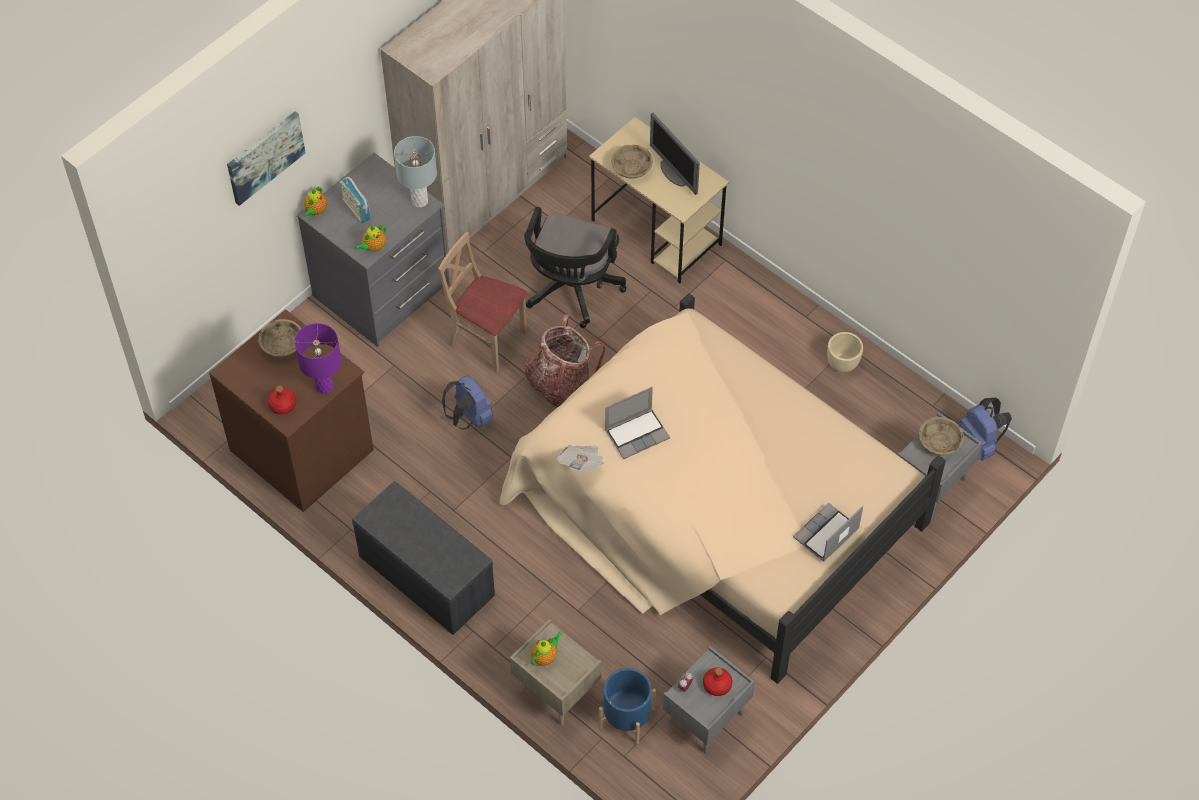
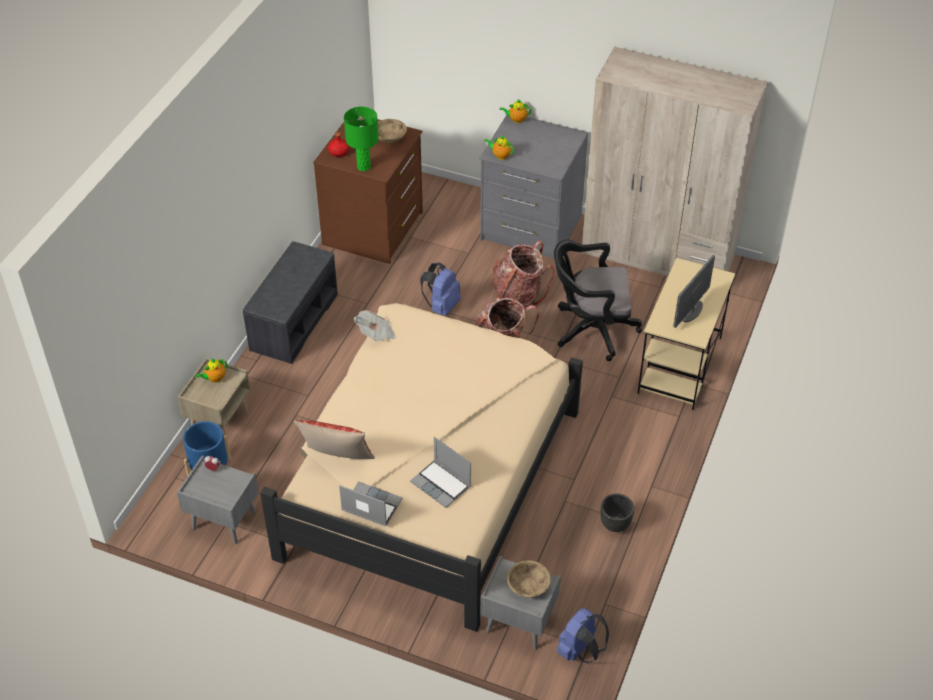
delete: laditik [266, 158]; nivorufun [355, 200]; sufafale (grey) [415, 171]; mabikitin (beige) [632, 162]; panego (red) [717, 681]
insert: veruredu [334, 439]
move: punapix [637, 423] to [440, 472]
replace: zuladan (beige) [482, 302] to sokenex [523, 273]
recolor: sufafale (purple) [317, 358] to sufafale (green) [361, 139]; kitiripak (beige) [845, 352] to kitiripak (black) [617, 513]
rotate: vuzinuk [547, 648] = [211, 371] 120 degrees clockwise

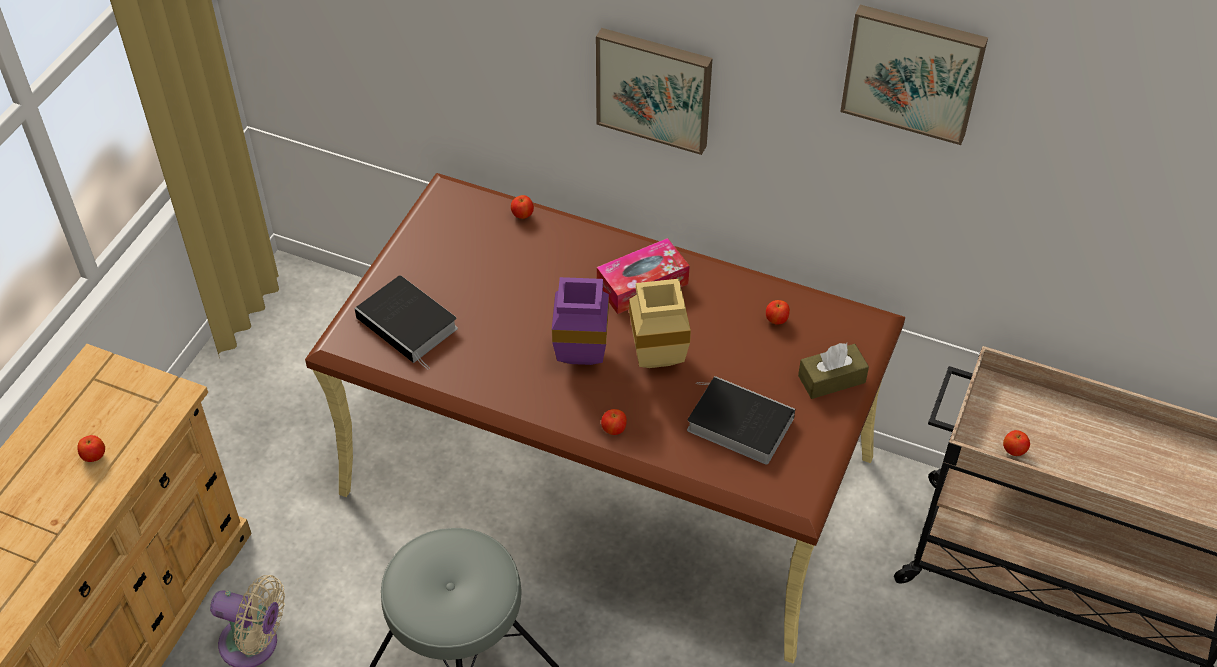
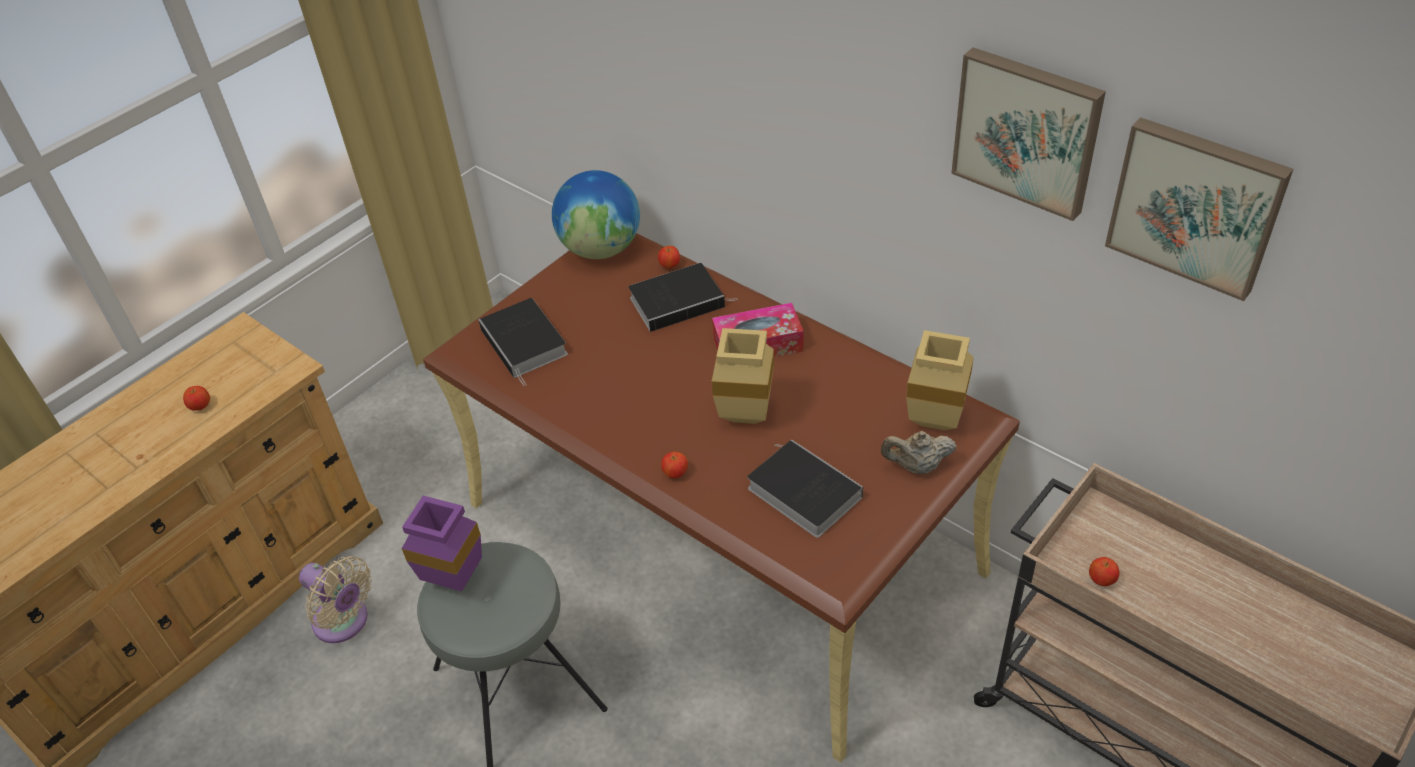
delete: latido [778, 312]
insert: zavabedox [596, 214]; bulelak [682, 297]; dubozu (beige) [940, 380]
move: dubozu (purple) [580, 321] to [442, 544]; laditik [654, 91] to [1199, 209]
replace: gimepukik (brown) [833, 371] to vuzinuk (beige) [918, 452]

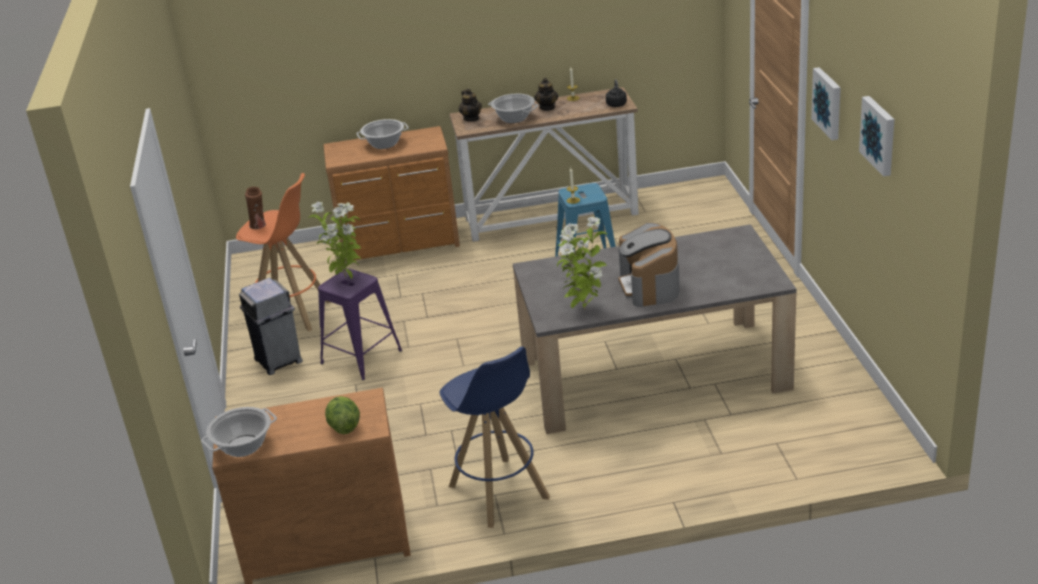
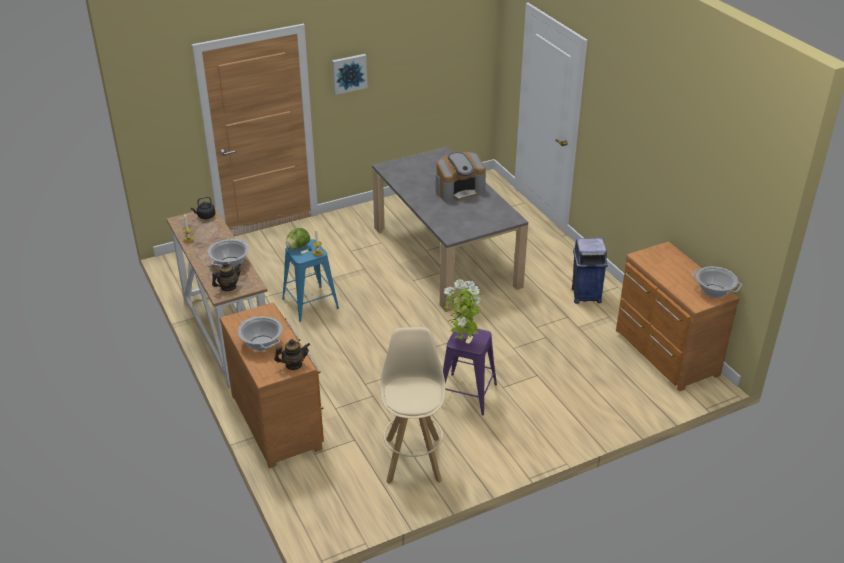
delete: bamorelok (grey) [271, 326]; dubozu (brown) [255, 208]; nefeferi [582, 263]; laditik [876, 136]
move: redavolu [342, 415] to [298, 238]; vuzinuk [546, 94] to [292, 354]
replace: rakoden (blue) [495, 437] to bamorelok (blue) [590, 271]
recolor: rakoden (orange) [283, 252] to rakoden (beige) [412, 405]

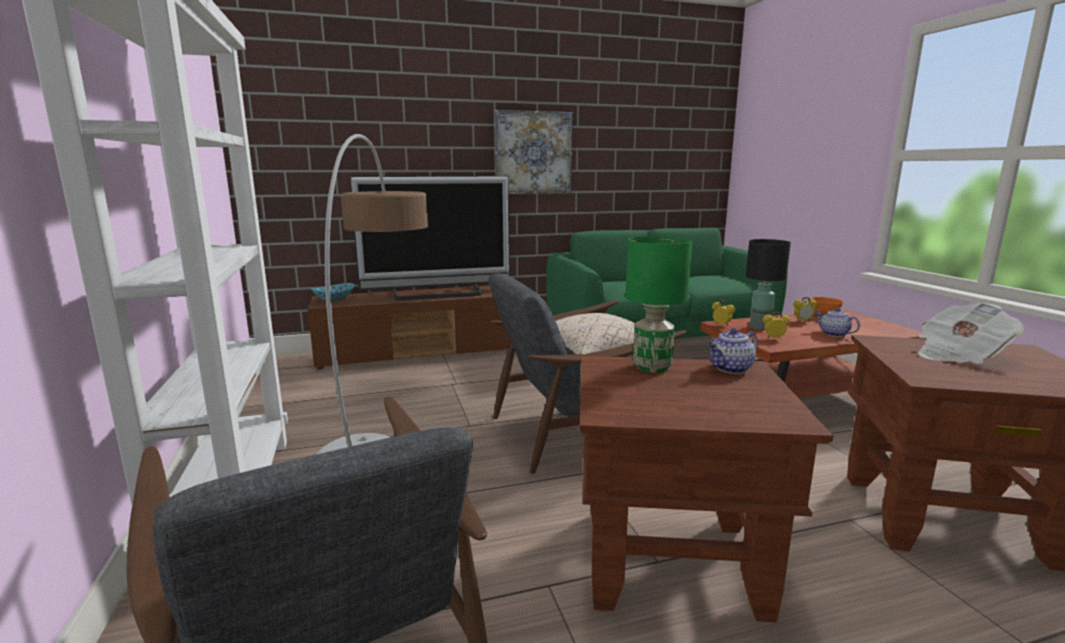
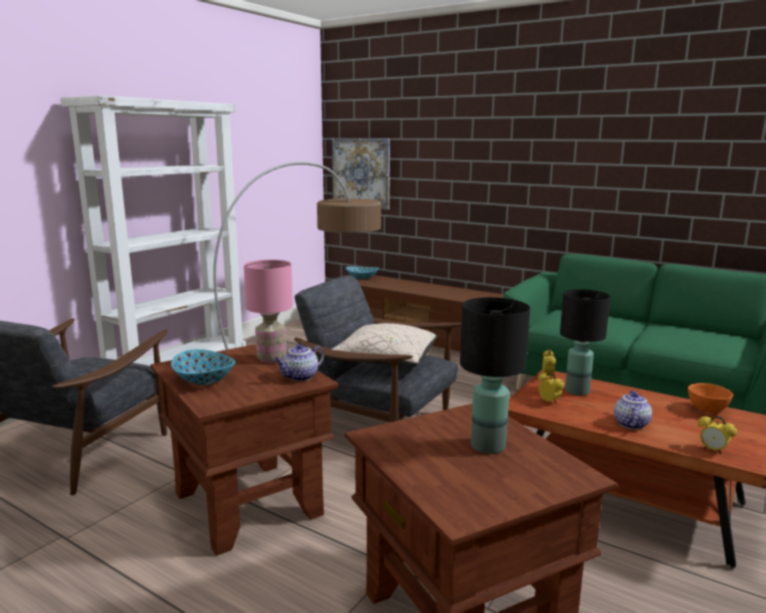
delete: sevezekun [430, 238]
insert: mabikitin [203, 367]
move: laditik [533, 152] to [361, 174]; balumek [805, 309] to [717, 435]
replace: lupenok [971, 333] to sufafale (black) [495, 375]
recolor: sufafale (green) [658, 304] to sufafale (pink) [268, 311]
rotate: vuzinuk [733, 351] = [299, 362] 60 degrees counterclockwise

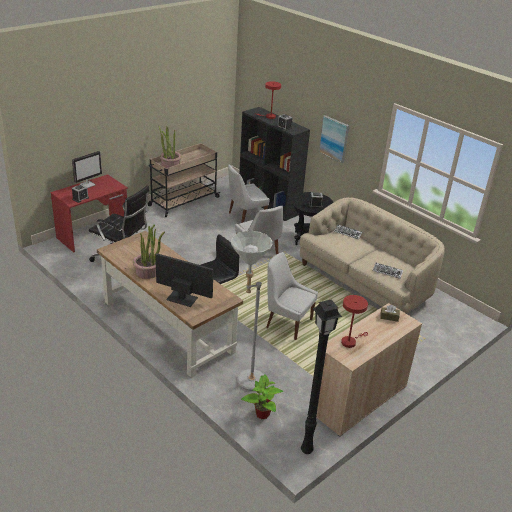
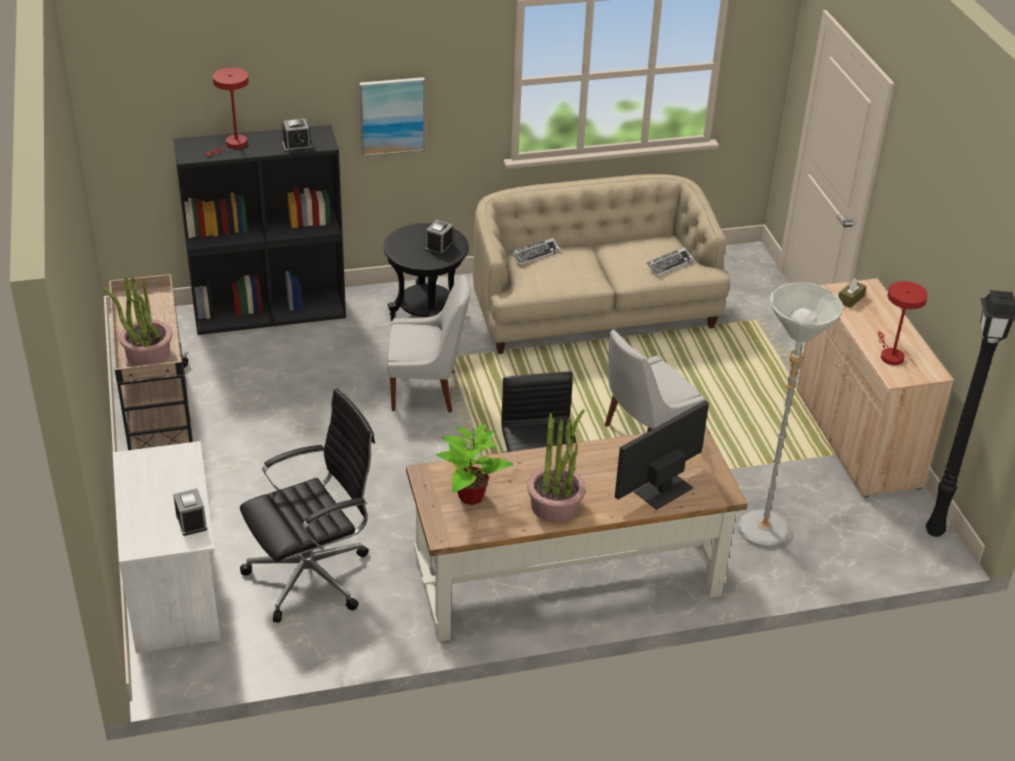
delete: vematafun [87, 169]; zuladan (white) [248, 193]
move: nefeferi [262, 396] to [475, 464]
recolor: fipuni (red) [89, 213] to fipuni (white) [166, 547]

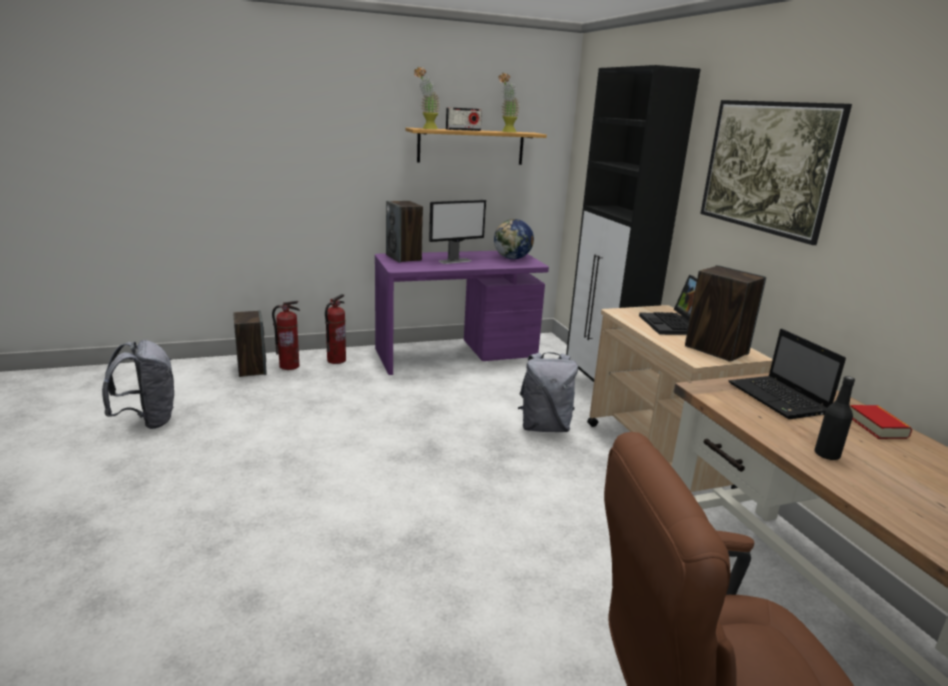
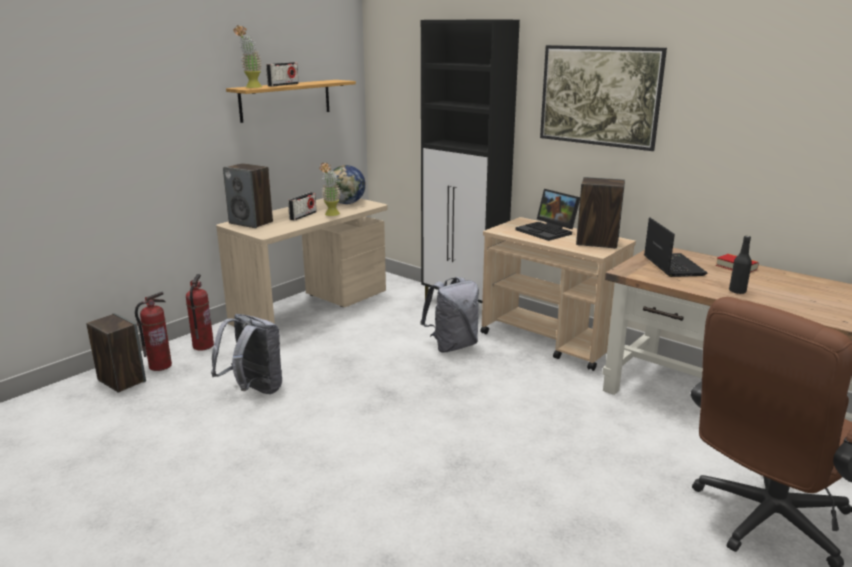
move: sokenex (grey) [138, 384] to [246, 354]; nefeferi [509, 102] to [330, 189]
replace: vematafun [457, 232] to nivorufun [302, 206]
recolor: fipuni (purple) [462, 313] to fipuni (beige) [302, 262]
rotate: punapix [787, 374] = [676, 247] 135 degrees counterclockwise

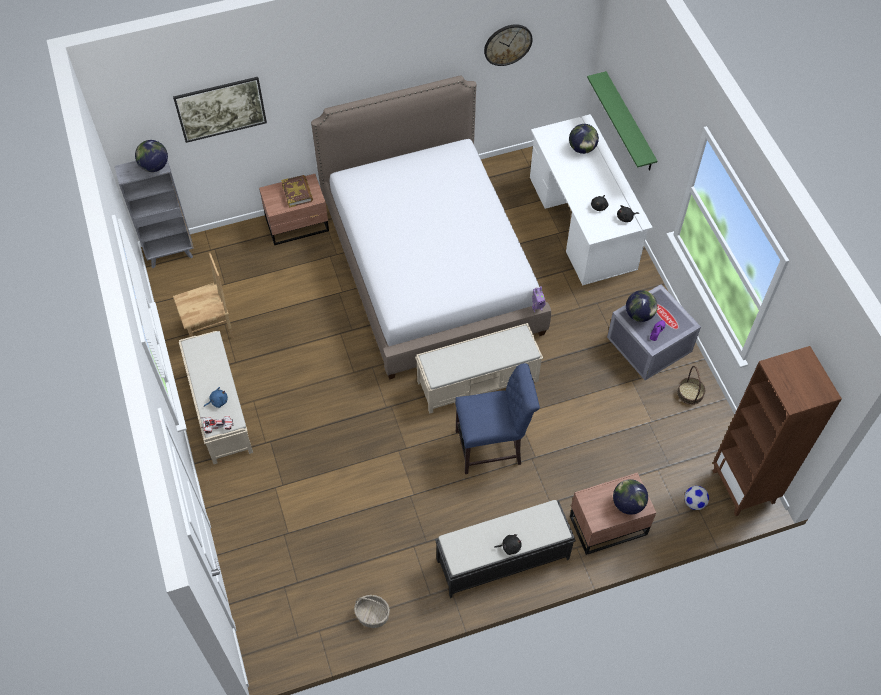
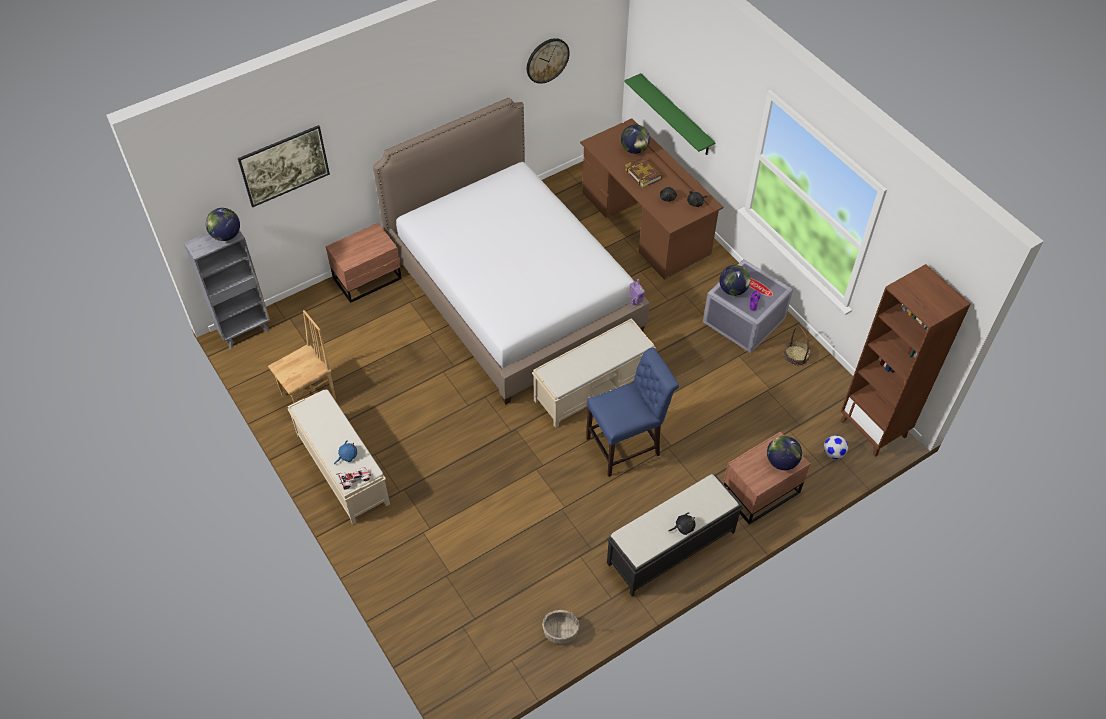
move: bulelak [297, 191] to [644, 172]
recolor: fipuni (white) [591, 199] to fipuni (brown) [651, 199]

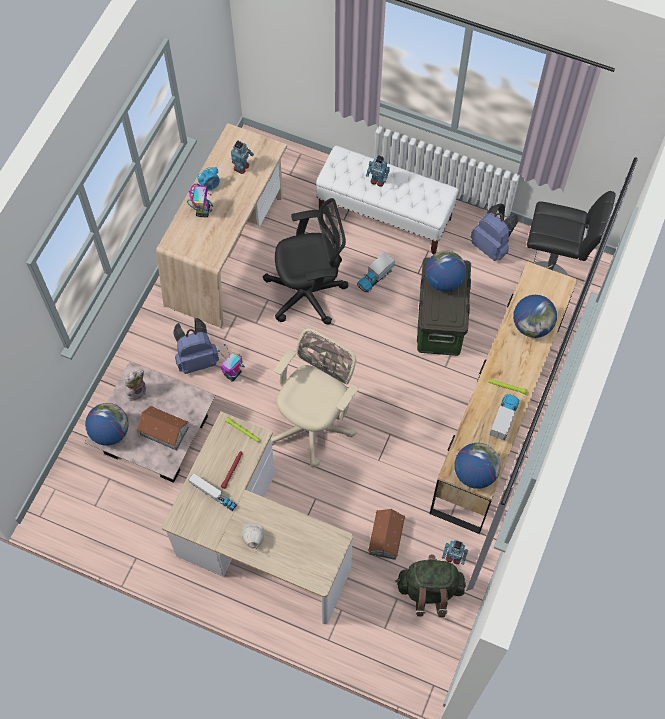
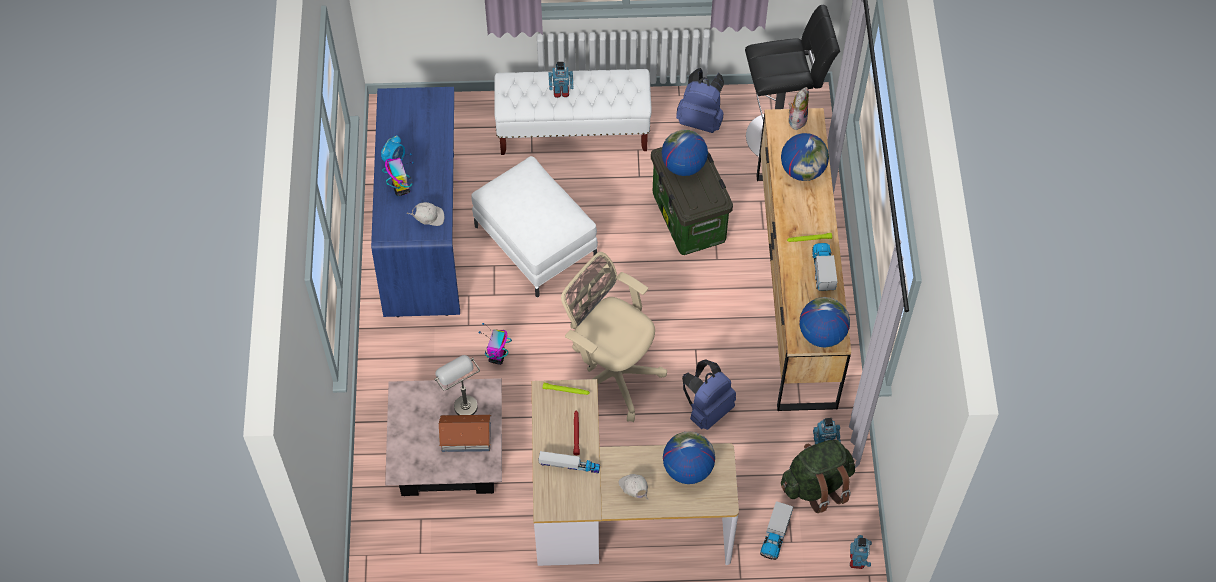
delete: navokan [386, 534]
insert: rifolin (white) [425, 214]; sufafale (grey) [457, 385]
move: zavabedox [107, 424] to [689, 457]; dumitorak [135, 385] to [798, 108]; sokenex (blue) [196, 346] to [709, 394]; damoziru [242, 157] to [861, 552]; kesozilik [376, 272] to [776, 530]
replace: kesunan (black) [306, 261] to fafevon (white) [534, 226]
recolor: fipuni (beige) [221, 225] to fipuni (blue) [415, 202]
rotate: kesunan (beige) [315, 398] = [614, 337] 60 degrees counterclockwise

